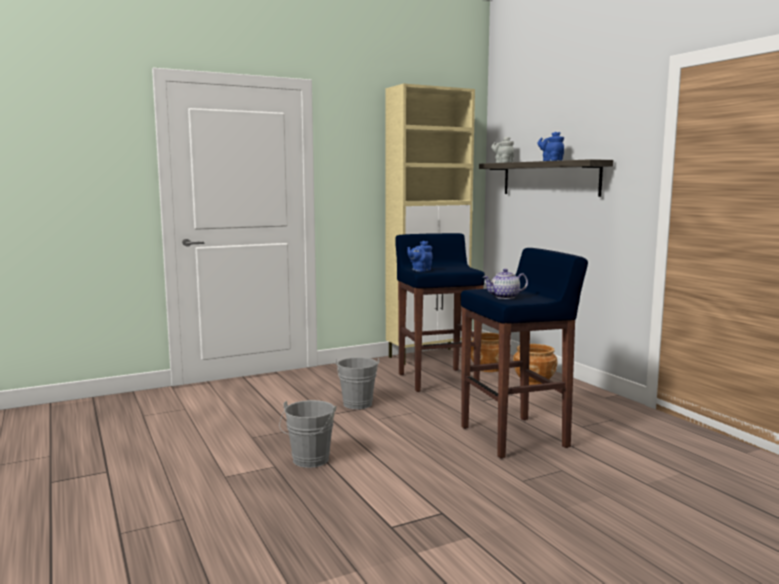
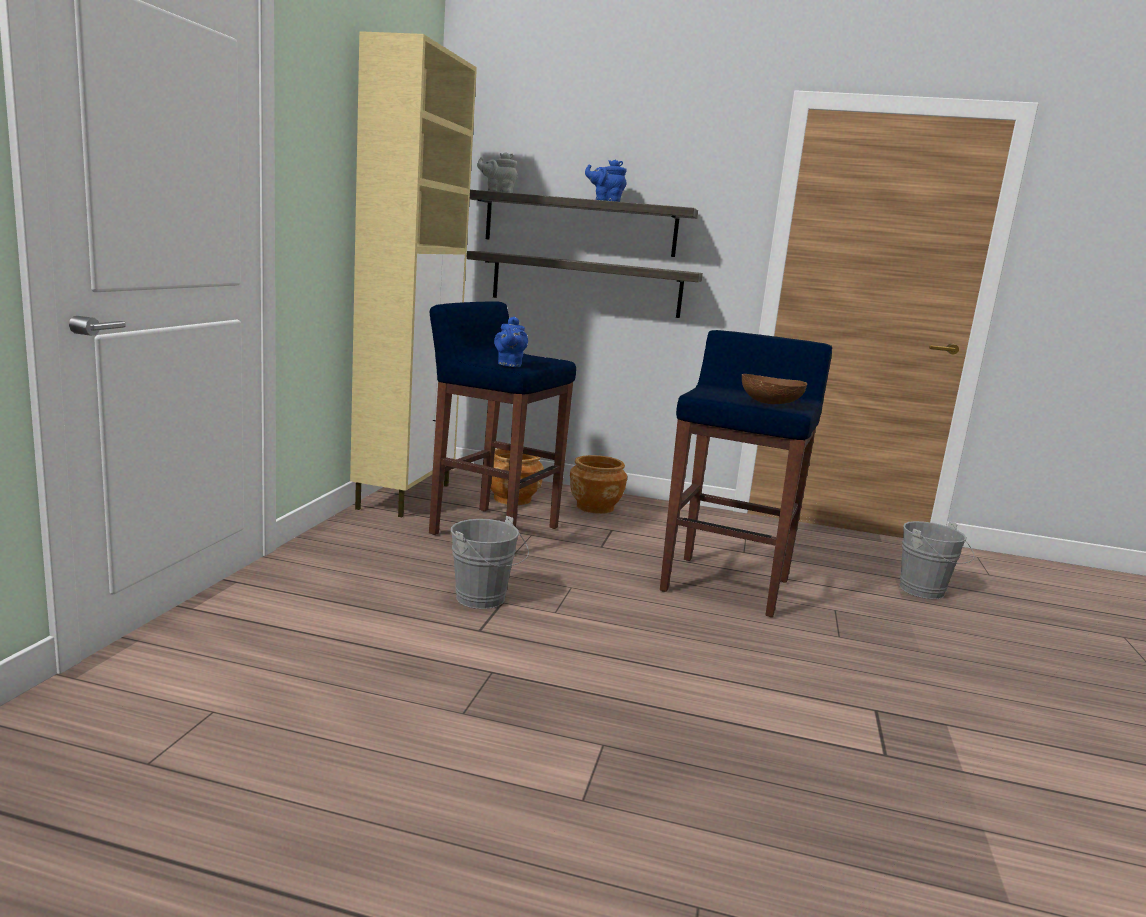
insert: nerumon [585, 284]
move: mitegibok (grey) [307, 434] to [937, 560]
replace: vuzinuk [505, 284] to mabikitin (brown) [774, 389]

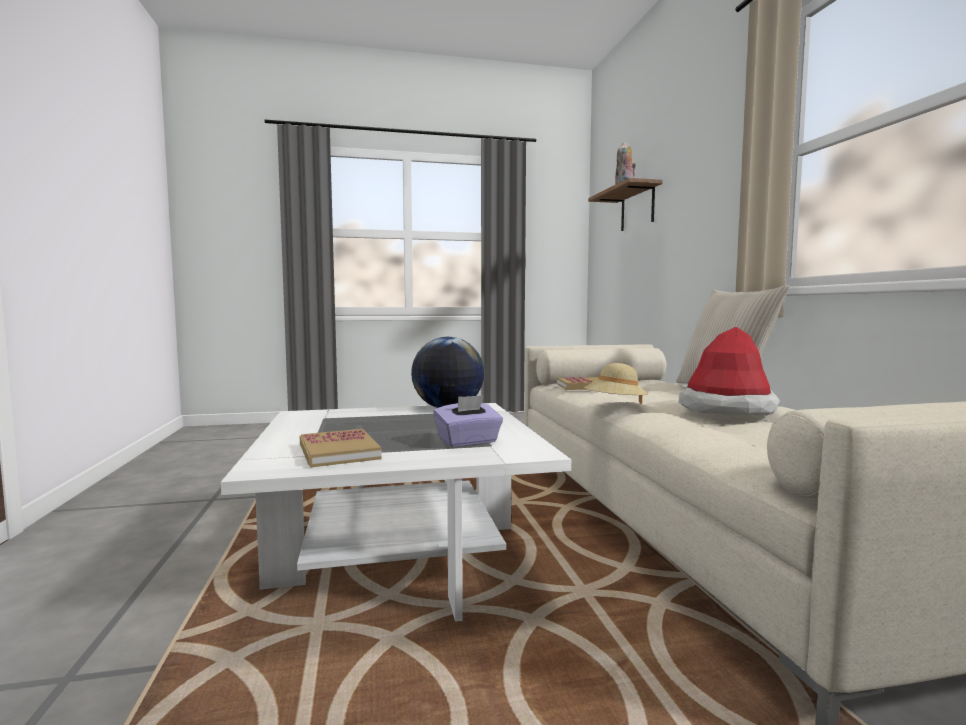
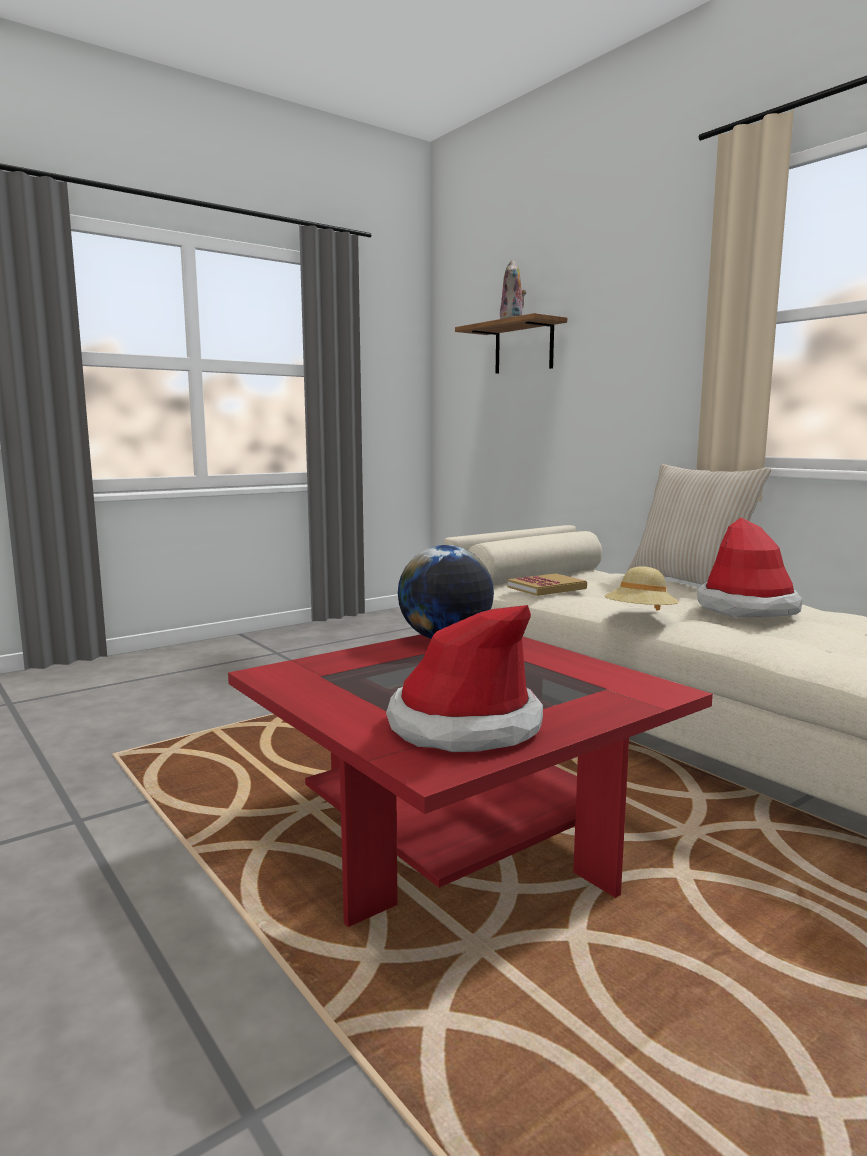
delete: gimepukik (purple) [468, 421]
replace: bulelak [341, 448] to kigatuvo [464, 678]
recolor: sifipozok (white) [396, 512] to sifipozok (red) [470, 780]

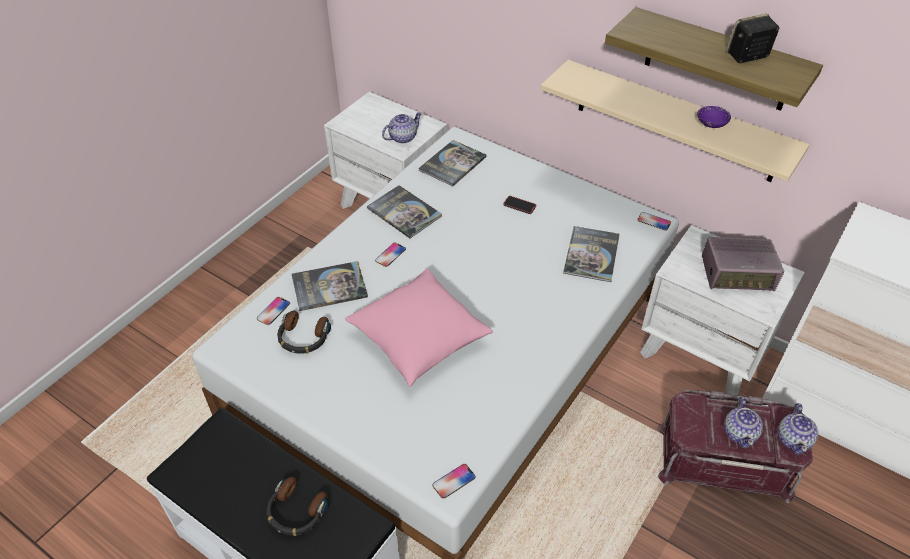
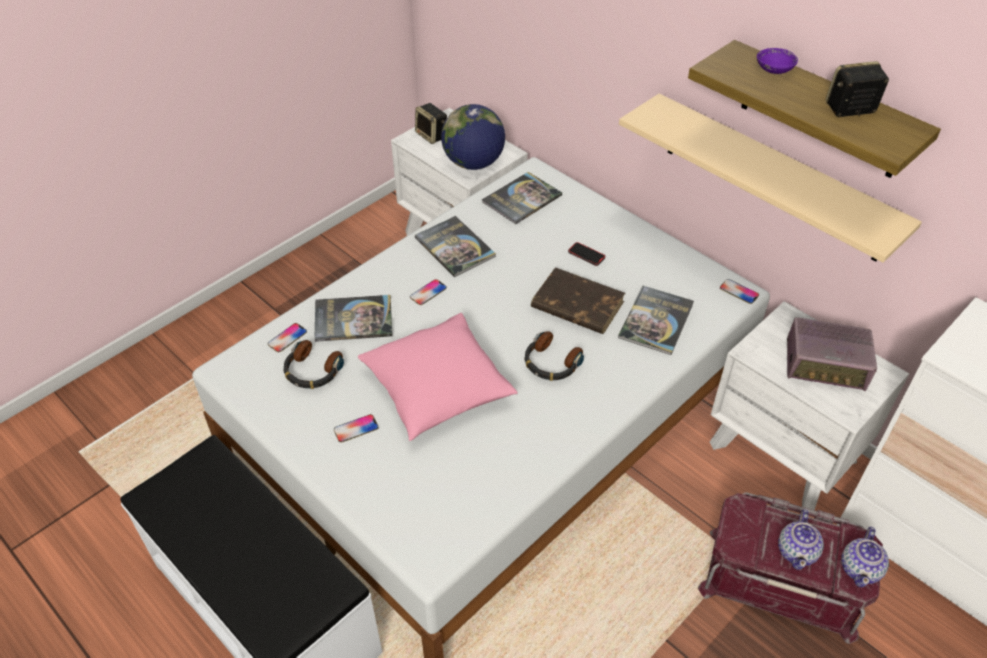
insert: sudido [431, 123]; bulelak (brown) [578, 300]
move: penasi [297, 506] to [554, 356]; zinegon [454, 481] to [356, 428]; mabikitin (purple) [714, 117] to [777, 61]
replace: vuzinuk [402, 128] to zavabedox [473, 137]

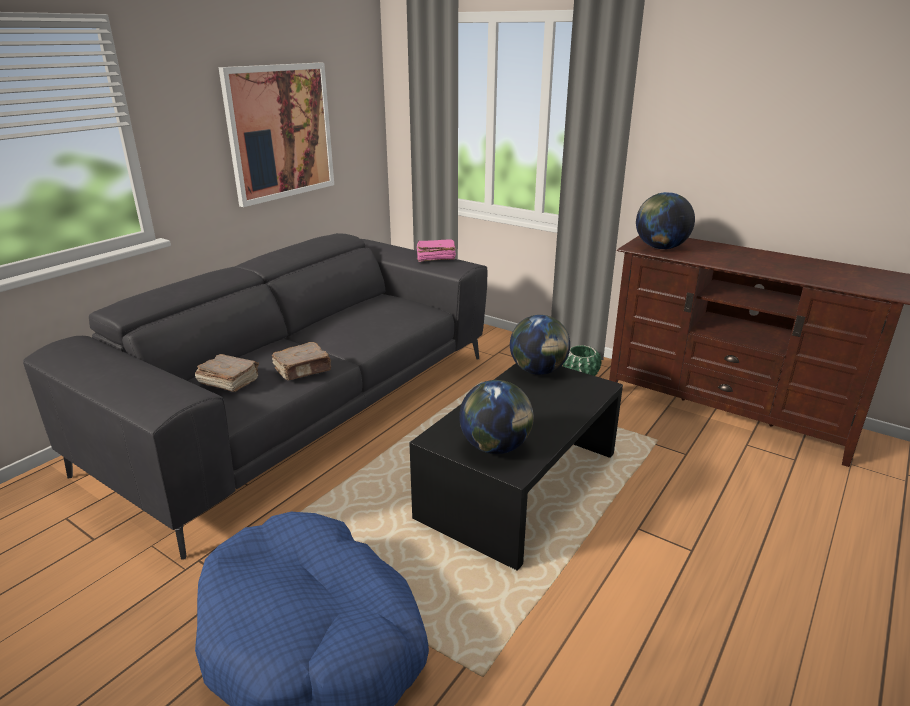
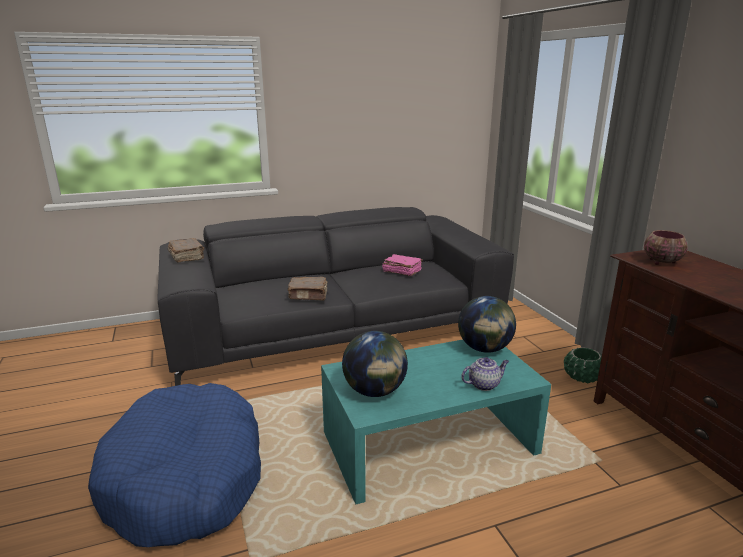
delete: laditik [276, 135]
insert: vuzinuk [485, 374]
move: bulelak (brown) [227, 373] to [186, 250]; bulelak (pink) [436, 250] to [402, 265]
replace: zavabedox [665, 220] to mabikitin [666, 247]
recolor: sifipozok (black) [516, 467] to sifipozok (turquoise) [436, 422]

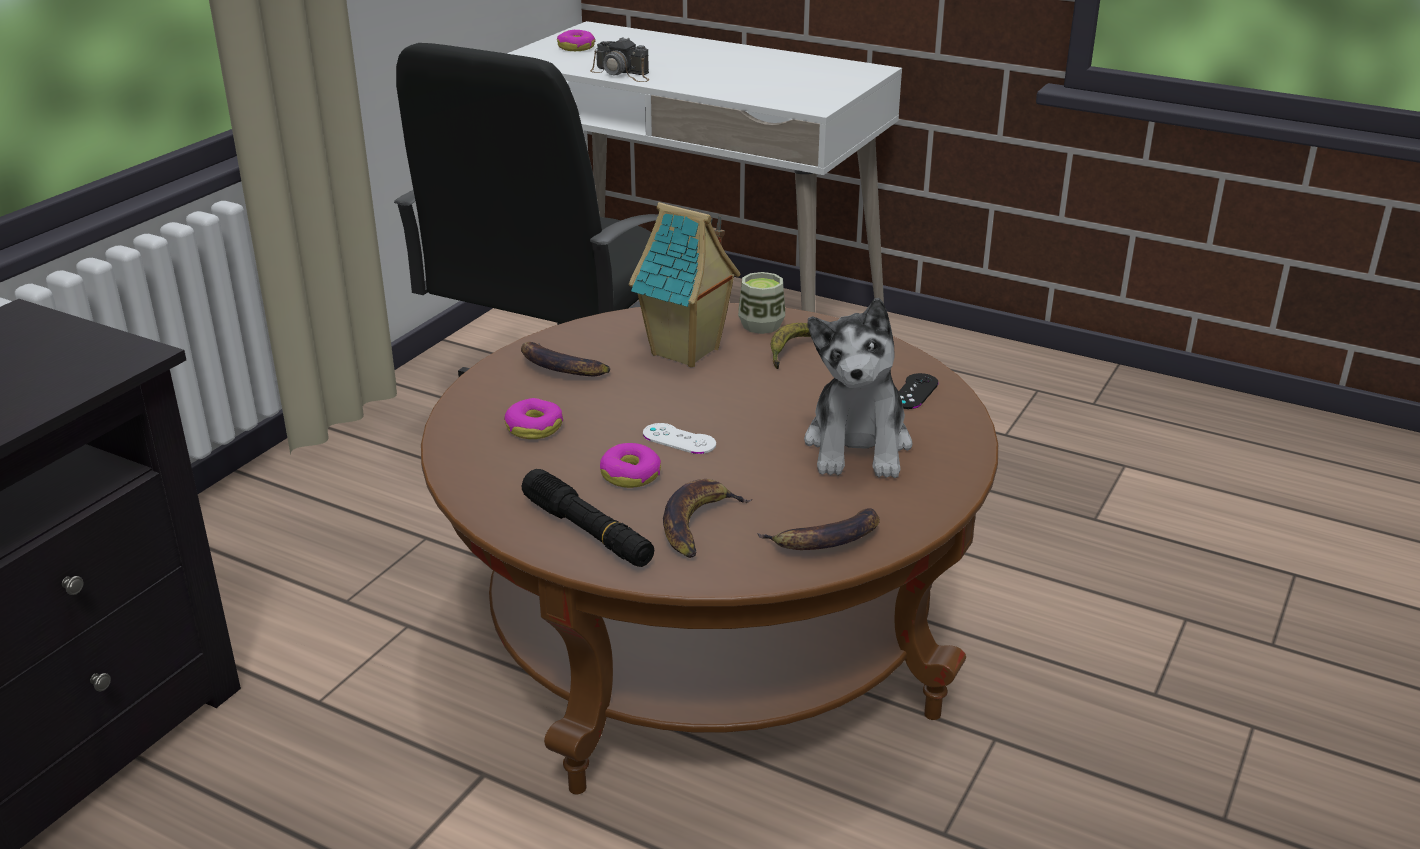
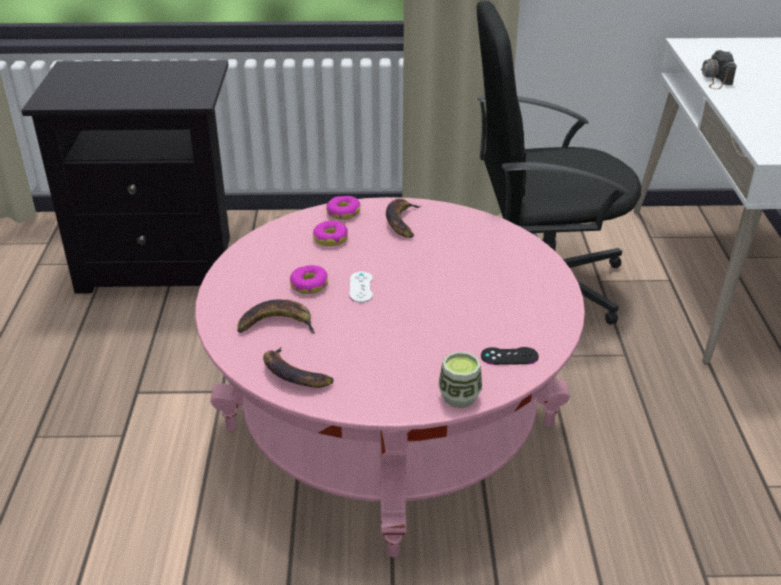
delete: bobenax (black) [588, 518]; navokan [685, 284]; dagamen [791, 346]; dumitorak [858, 388]
move: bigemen [576, 40] to [343, 208]; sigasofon [761, 303] to [460, 379]
recolor: sifipozok (brown) [709, 548] to sifipozok (pink) [390, 377]

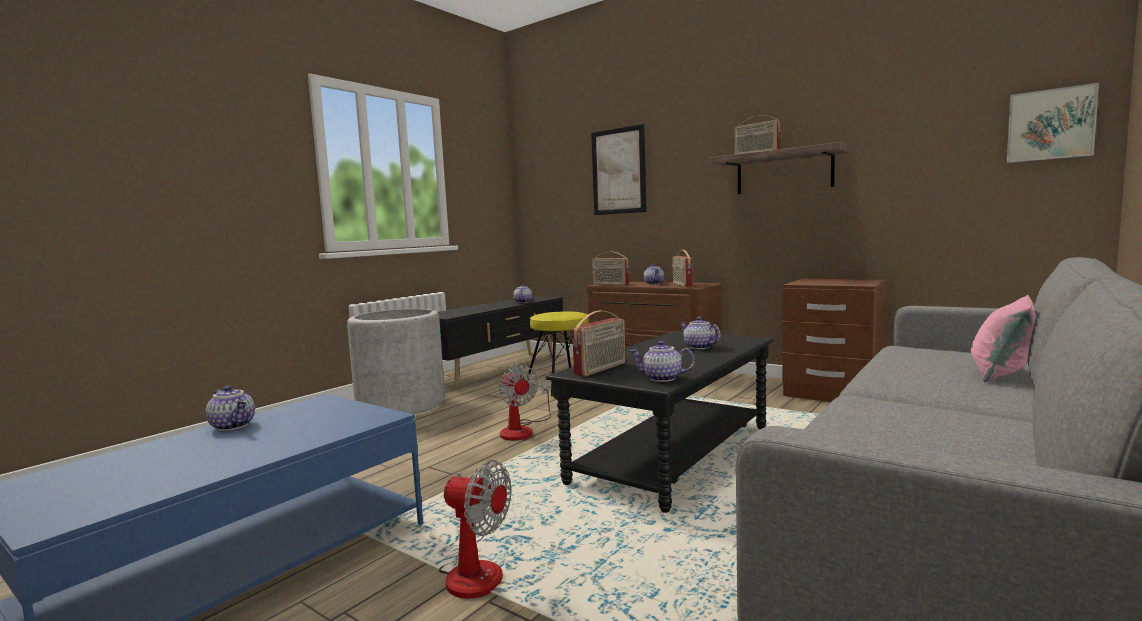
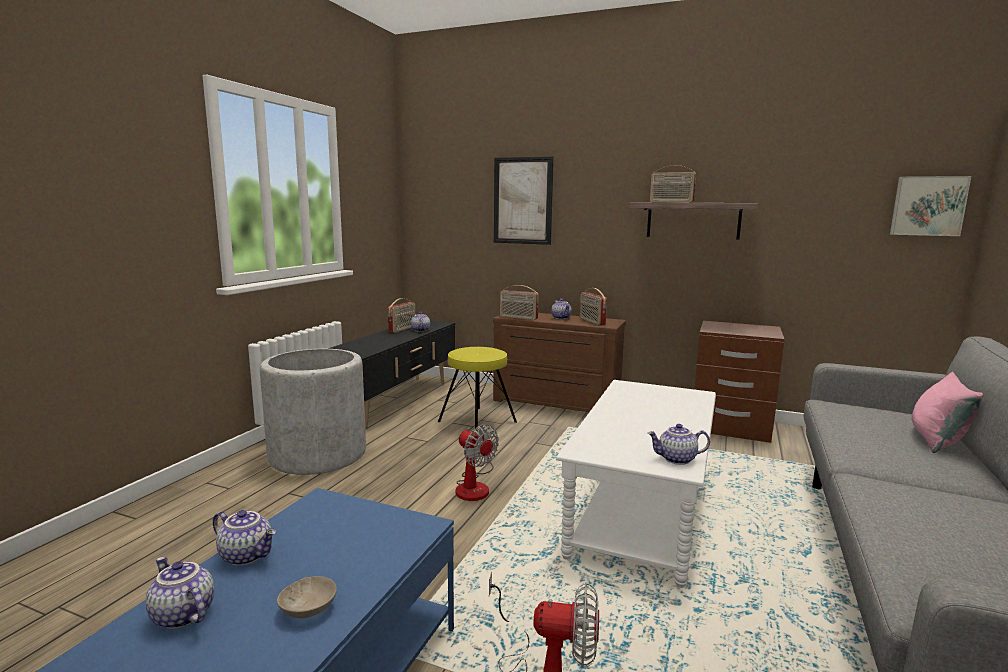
insert: mabikitin (beige) [307, 597]
move: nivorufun [599, 343] to [401, 315]; vuzinuk [700, 333] to [179, 592]
recolor: sifipozok (black) [660, 422] to sifipozok (white) [636, 484]

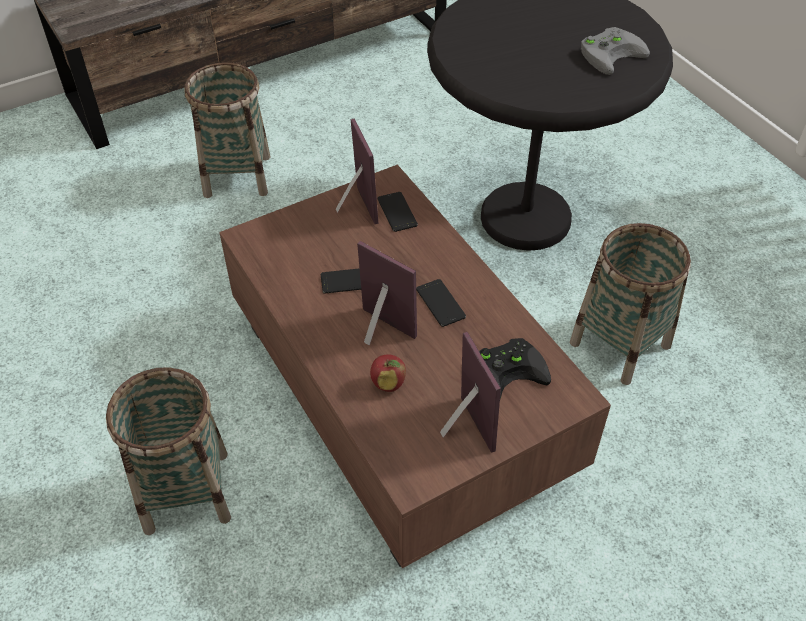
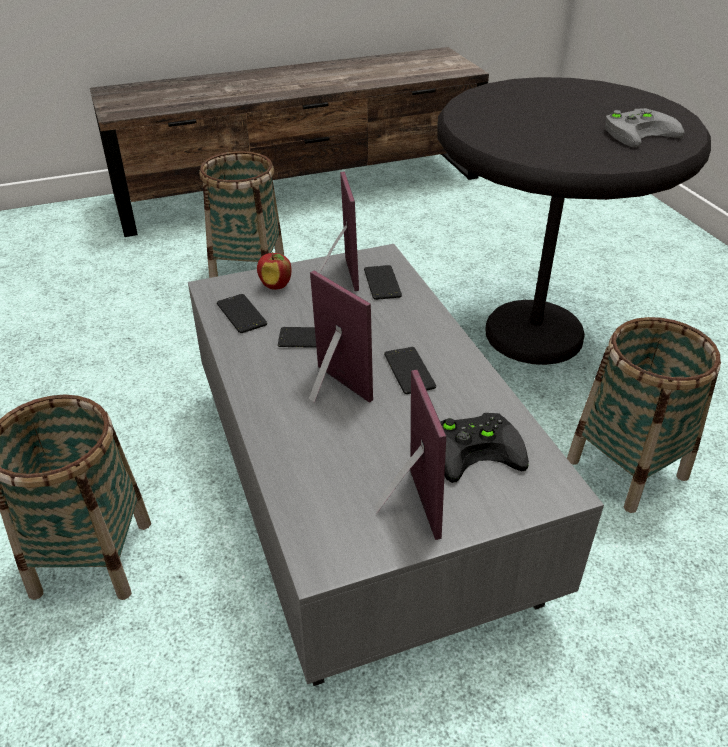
insert: zinegon [242, 313]
move: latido [388, 373] to [274, 271]
recolor: sifipozok (brown) [415, 366] to sifipozok (grey) [396, 465]

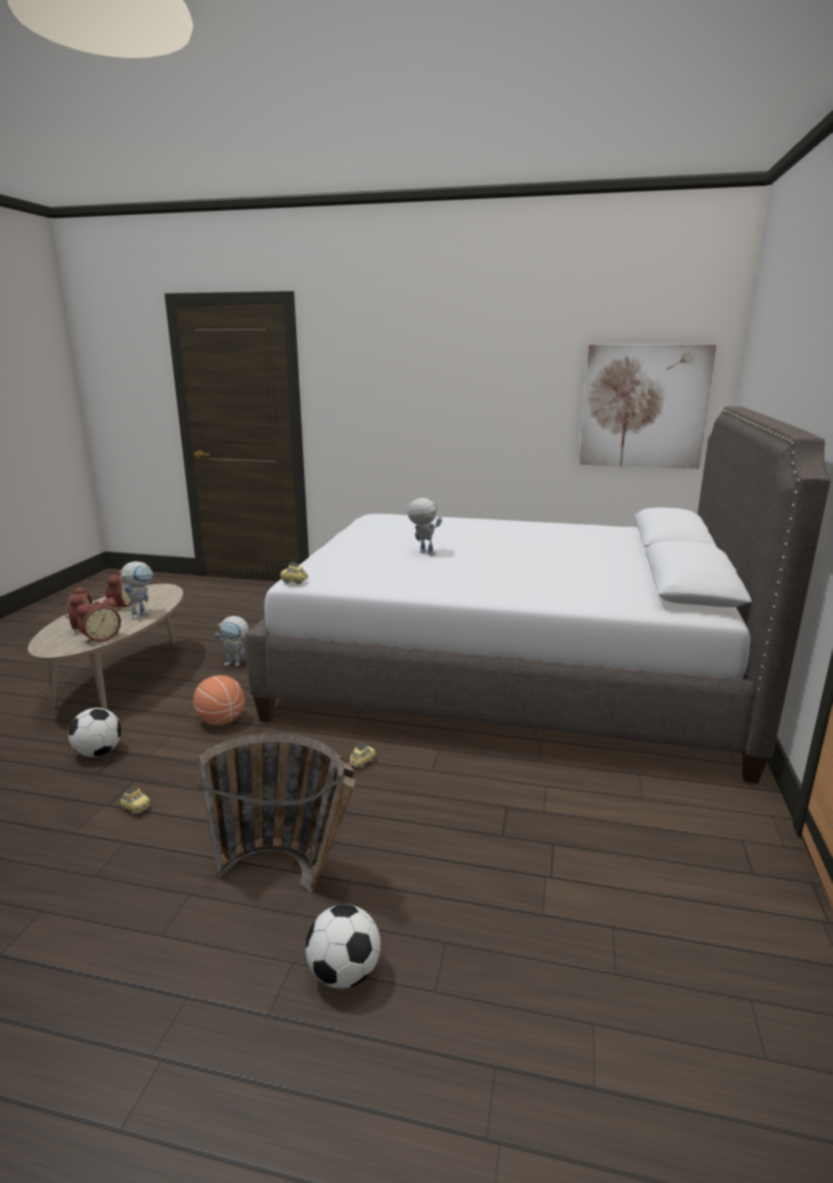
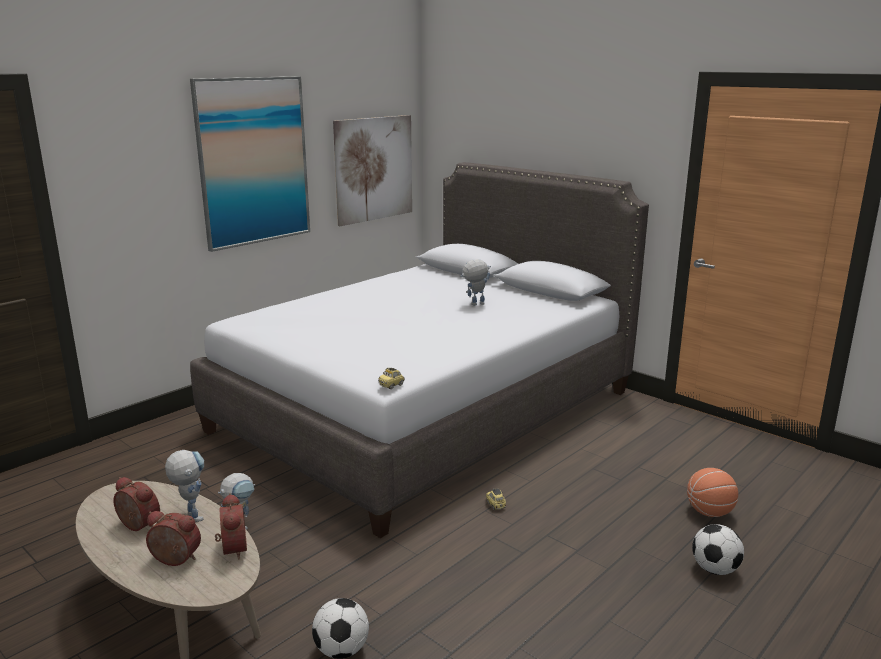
delete: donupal [135, 800]; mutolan [276, 812]
insert: laditik [250, 164]
move: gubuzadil [219, 700] to [712, 492]; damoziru [424, 526] to [475, 282]

